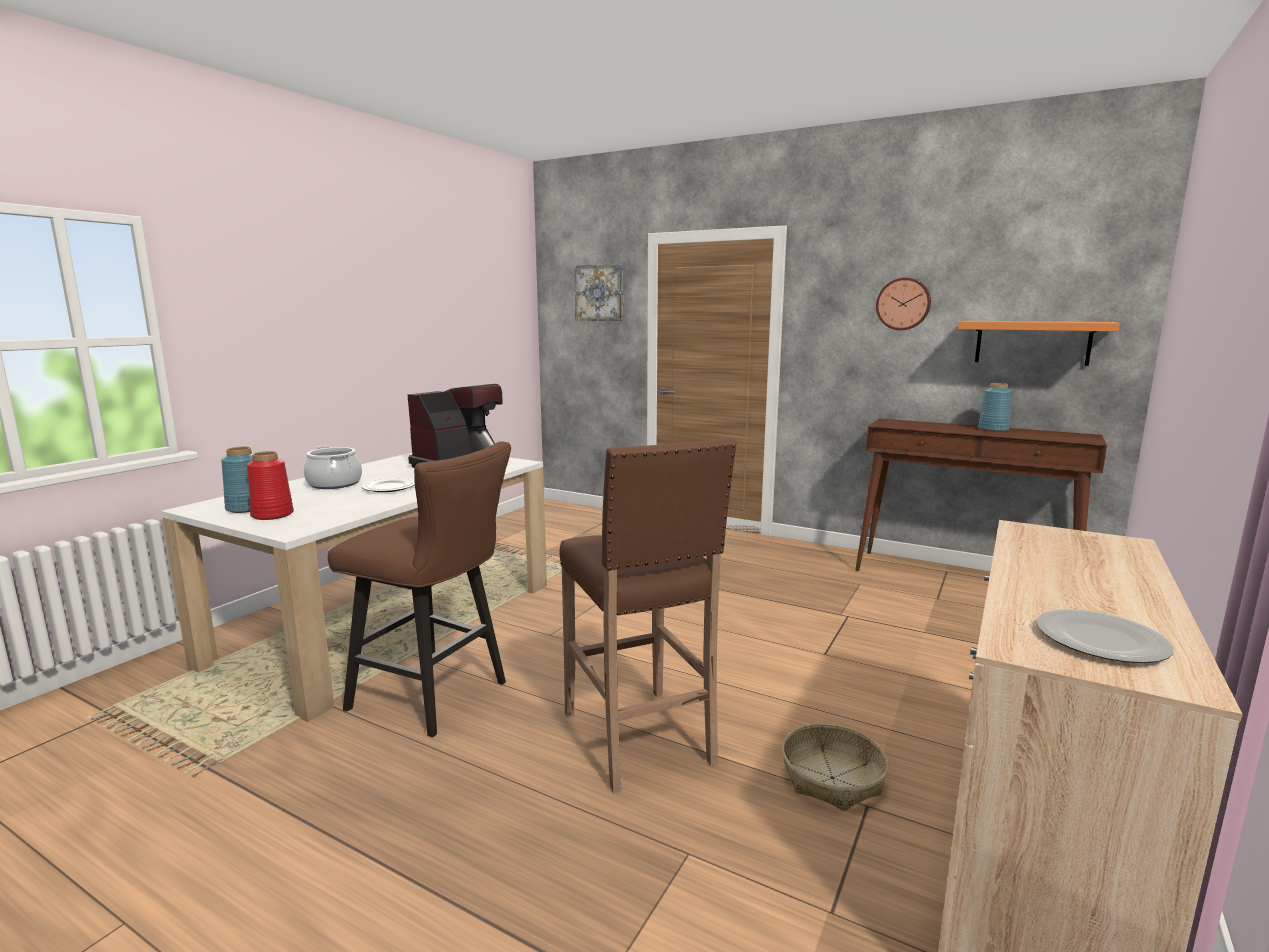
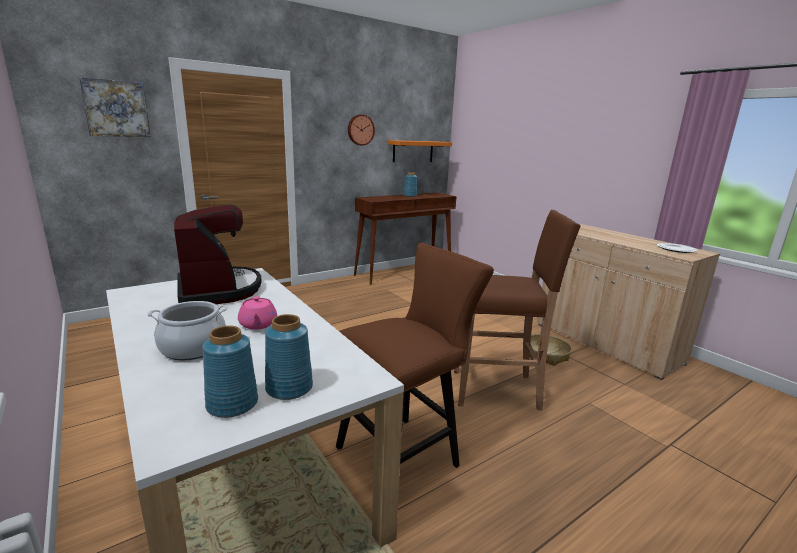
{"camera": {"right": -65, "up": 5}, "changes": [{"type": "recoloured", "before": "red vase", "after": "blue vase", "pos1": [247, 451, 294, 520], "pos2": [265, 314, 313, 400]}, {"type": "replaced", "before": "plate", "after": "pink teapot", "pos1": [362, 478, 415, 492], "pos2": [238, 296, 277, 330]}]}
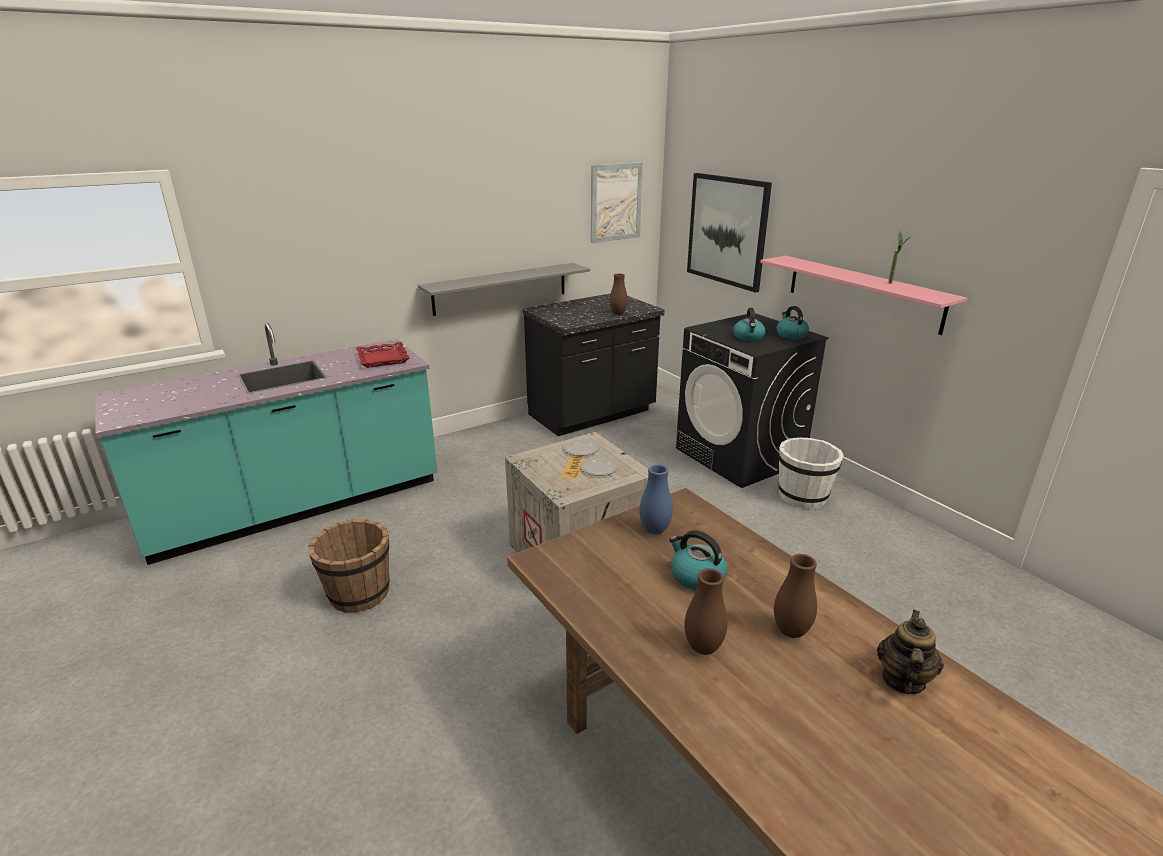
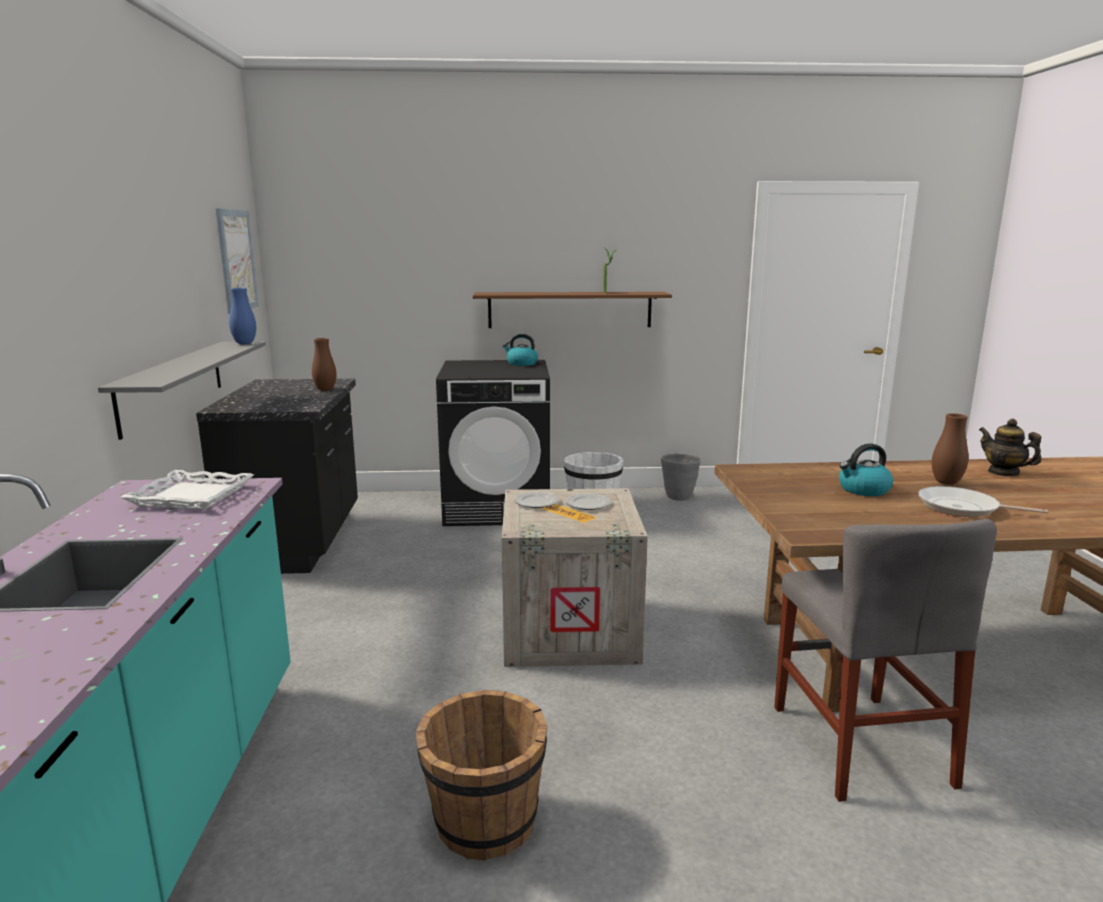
{"camera": {"right": -60, "up": -10}, "changes": [{"type": "recoloured", "before": "red tray", "after": "white tray", "pos1": [356, 342, 410, 368], "pos2": [120, 470, 254, 510]}, {"type": "moved", "before": "blue vase", "pos1": [639, 464, 673, 535], "pos2": [229, 288, 256, 344]}, {"type": "replaced", "before": "brown vase", "after": "frying pan", "pos1": [684, 568, 728, 655], "pos2": [918, 486, 1048, 517]}, {"type": "removed", "before": "picture", "pos1": [687, 173, 772, 293]}, {"type": "removed", "before": "kettle", "pos1": [733, 308, 765, 341]}, {"type": "recoloured", "before": "pink shelf", "after": "brown shelf", "pos1": [760, 256, 967, 335], "pos2": [473, 292, 672, 328]}, {"type": "added", "after": "grey planter", "pos2": [661, 453, 701, 501]}, {"type": "added", "after": "grey chair", "pos2": [774, 519, 997, 802]}]}
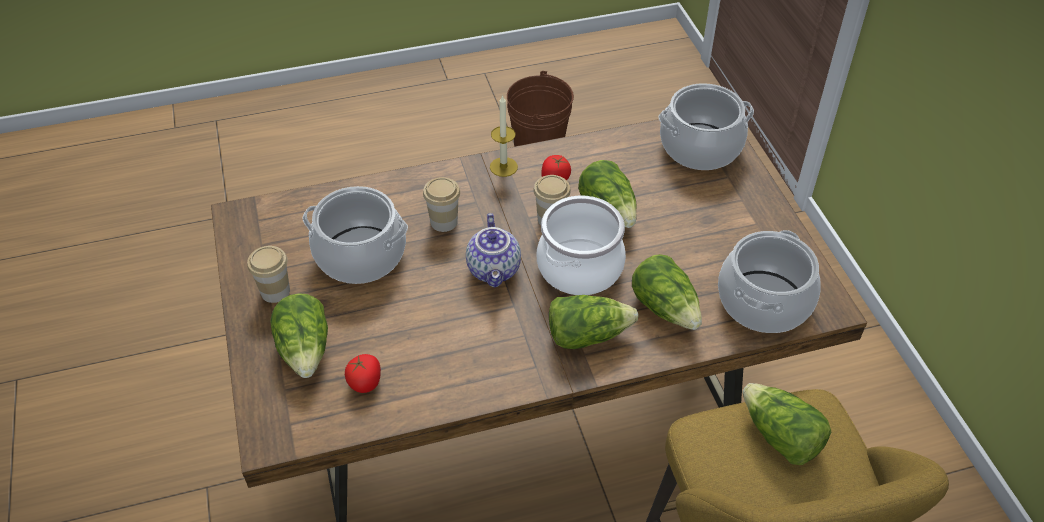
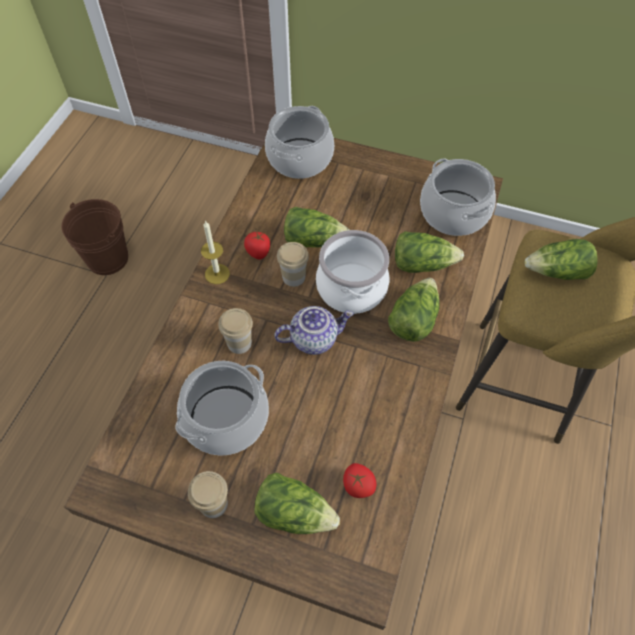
{"camera": {"right": -55, "up": 10}, "changes": [{"type": "turned", "before": "teapot", "pos1": [466, 213, 521, 287], "pos2": [274, 306, 354, 355], "turn": -45}]}
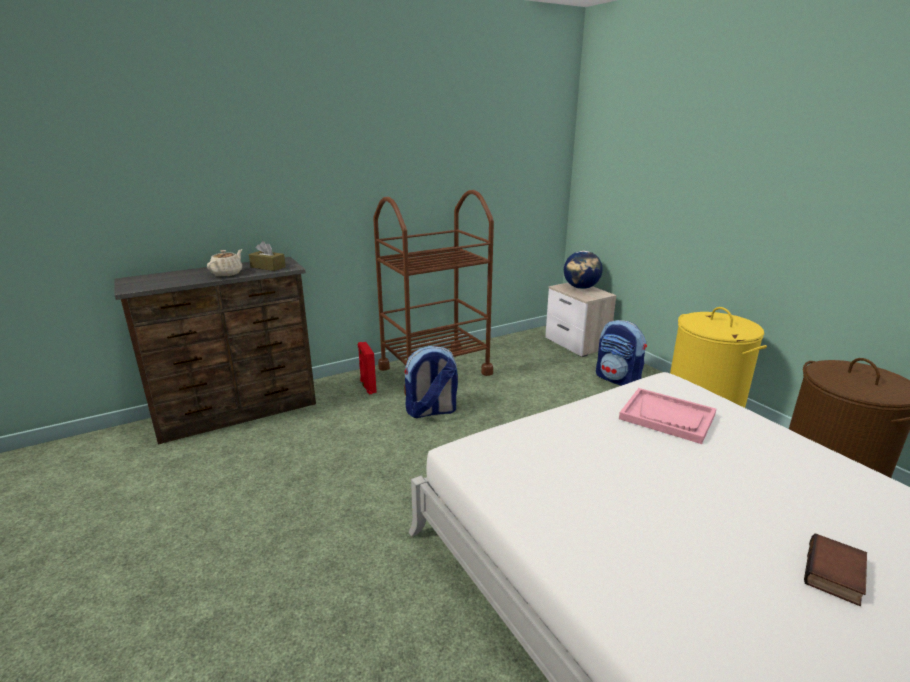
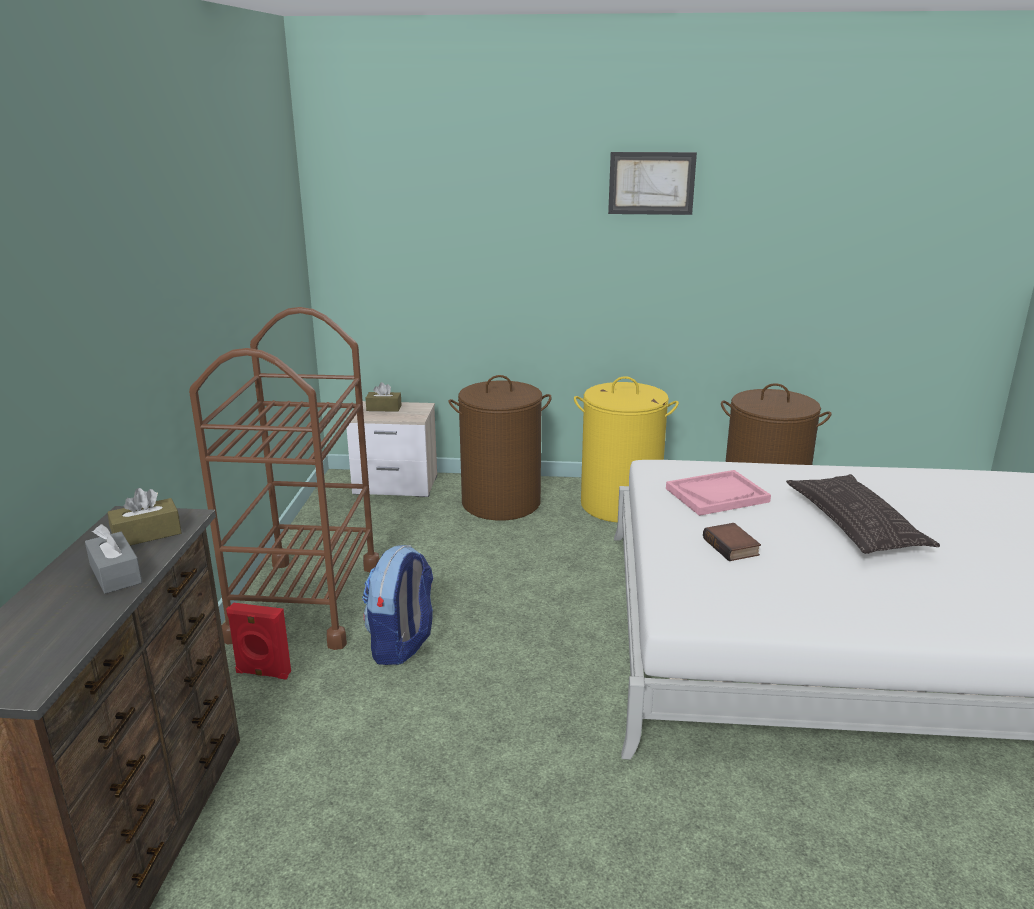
{"camera": {"right": -55, "up": 0}, "changes": [{"type": "replaced", "before": "beige teapot", "after": "grey tissue box", "pos1": [207, 249, 242, 277], "pos2": [85, 524, 142, 594]}, {"type": "replaced", "before": "globe", "after": "brown tissue box", "pos1": [564, 251, 603, 289], "pos2": [365, 382, 402, 412]}, {"type": "replaced", "before": "backpack", "after": "brown laundry basket", "pos1": [596, 320, 647, 386], "pos2": [448, 375, 552, 520]}, {"type": "moved", "before": "book", "pos1": [804, 533, 867, 606], "pos2": [703, 523, 761, 561]}, {"type": "added", "after": "picture", "pos2": [608, 152, 697, 215]}, {"type": "added", "after": "pillow", "pos2": [786, 474, 940, 554]}]}
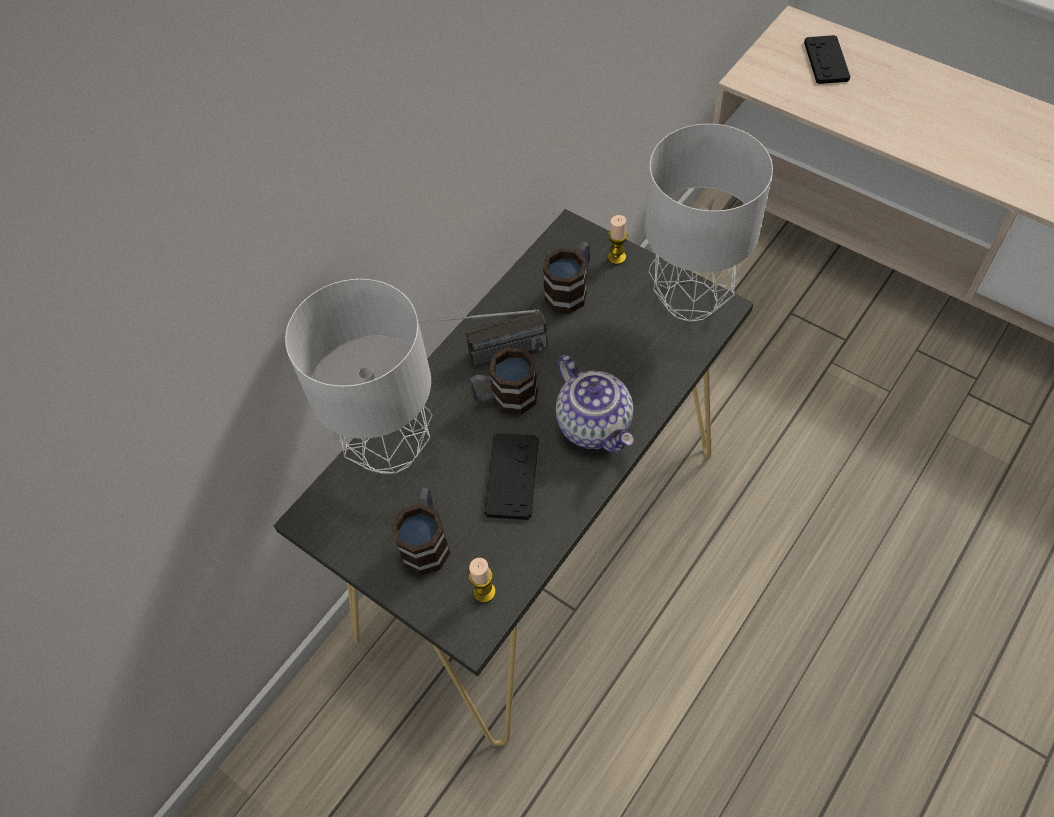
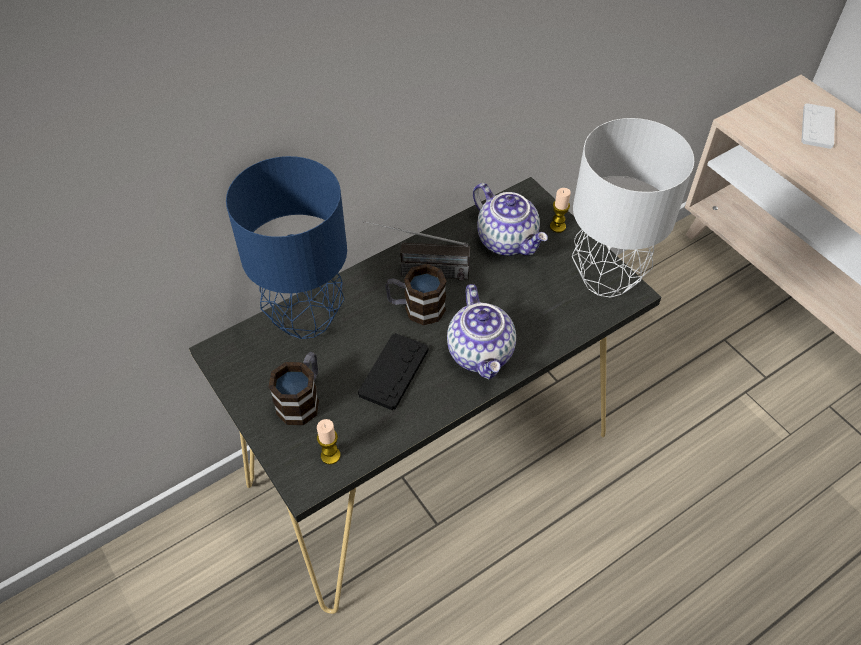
{"camera": {"right": 15, "up": -5}, "changes": [{"type": "recoloured", "before": "grey table lamp", "after": "blue table lamp", "pos1": [285, 279, 433, 474], "pos2": [226, 156, 347, 339]}, {"type": "replaced", "before": "mug", "after": "teapot", "pos1": [543, 242, 590, 313], "pos2": [473, 183, 548, 256]}, {"type": "recoloured", "before": "black game controller", "after": "white game controller", "pos1": [804, 35, 851, 84], "pos2": [801, 103, 835, 149]}]}
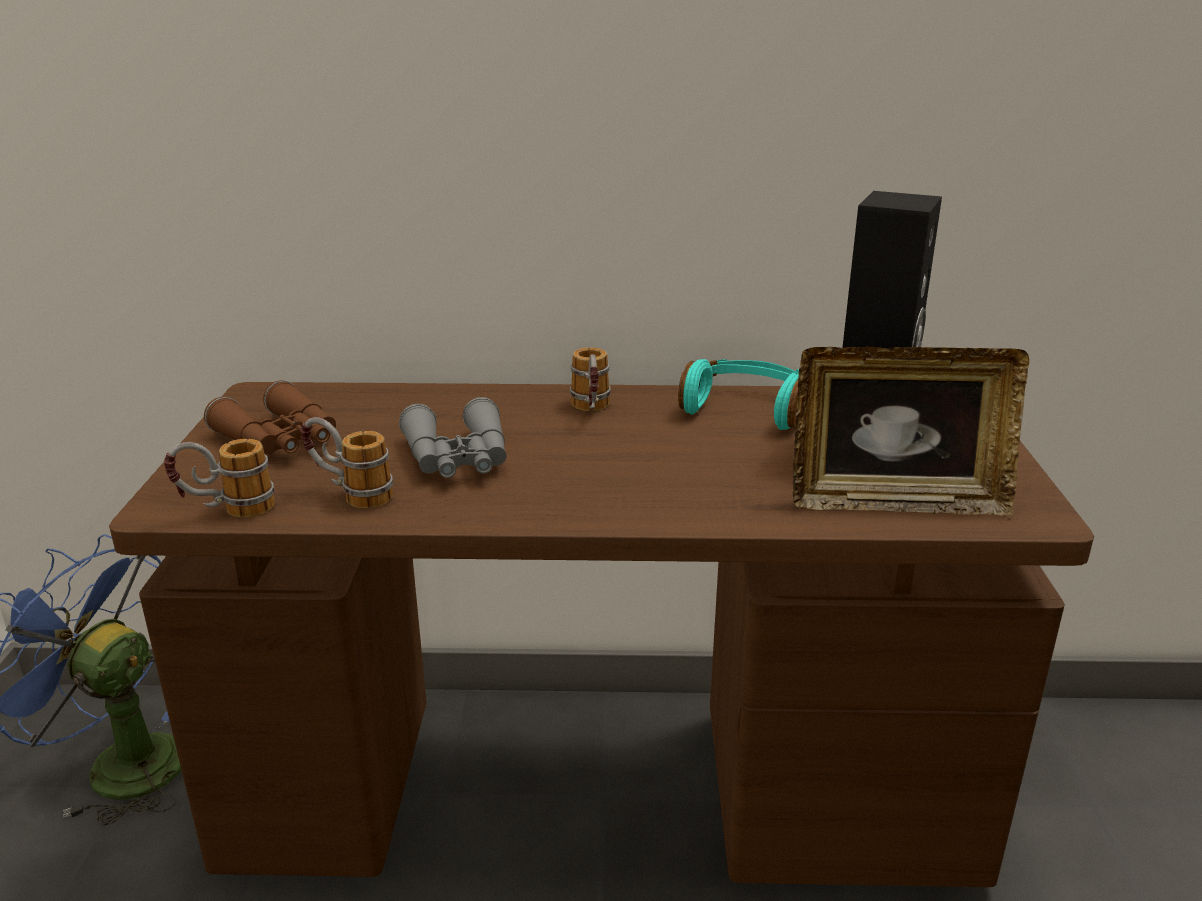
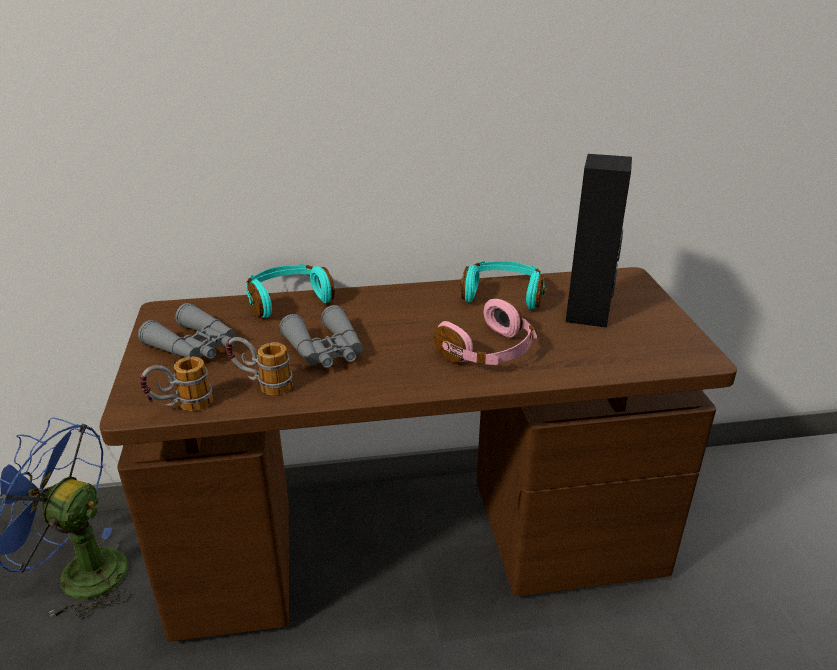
{"camera": {"right": -10, "up": 5}, "changes": [{"type": "recoloured", "before": "brown binoculars", "after": "grey binoculars", "pos1": [204, 380, 336, 454], "pos2": [138, 303, 236, 359]}, {"type": "removed", "before": "mug", "pos1": [570, 347, 611, 411]}, {"type": "removed", "before": "picture frame", "pos1": [792, 346, 1029, 516]}, {"type": "added", "after": "turquoise headphones", "pos2": [246, 264, 335, 318]}, {"type": "added", "after": "pink headphones", "pos2": [434, 299, 537, 365]}]}
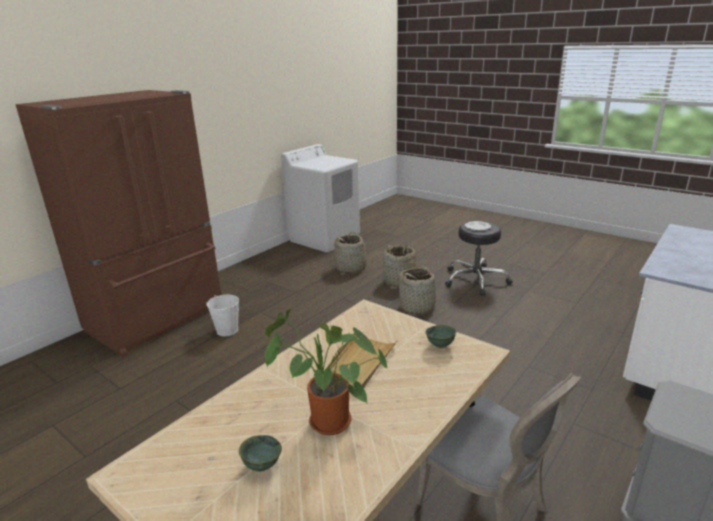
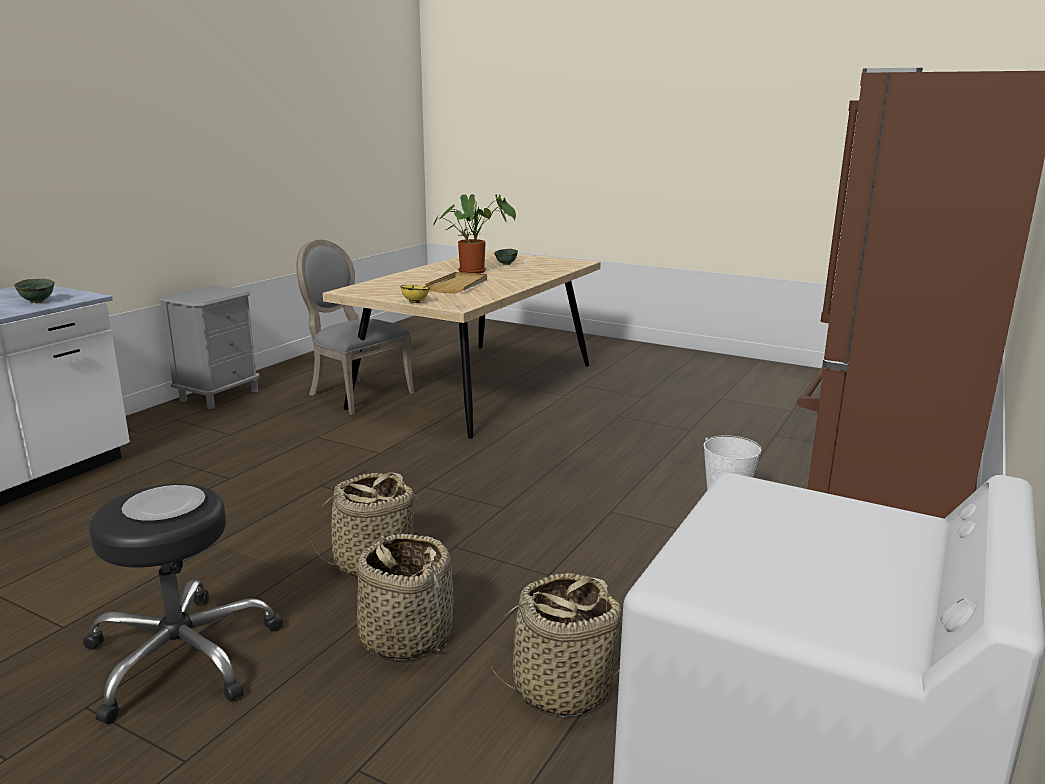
{"camera": {"right": 170, "up": -5}, "changes": [{"type": "moved", "before": "green bowl", "pos1": [426, 325, 456, 348], "pos2": [14, 279, 54, 303]}, {"type": "added", "after": "yellow bowl", "pos2": [400, 285, 430, 303]}]}
